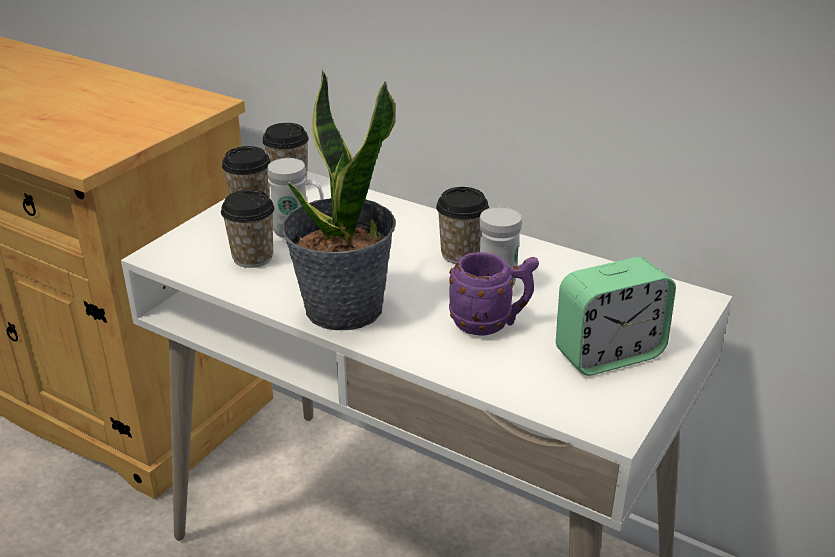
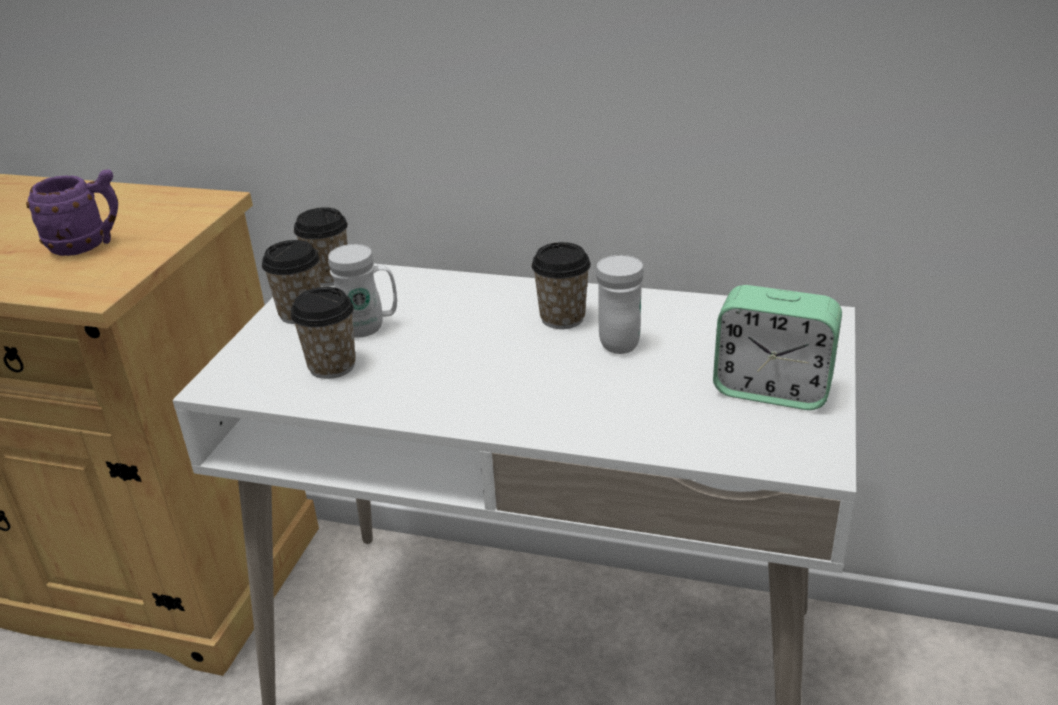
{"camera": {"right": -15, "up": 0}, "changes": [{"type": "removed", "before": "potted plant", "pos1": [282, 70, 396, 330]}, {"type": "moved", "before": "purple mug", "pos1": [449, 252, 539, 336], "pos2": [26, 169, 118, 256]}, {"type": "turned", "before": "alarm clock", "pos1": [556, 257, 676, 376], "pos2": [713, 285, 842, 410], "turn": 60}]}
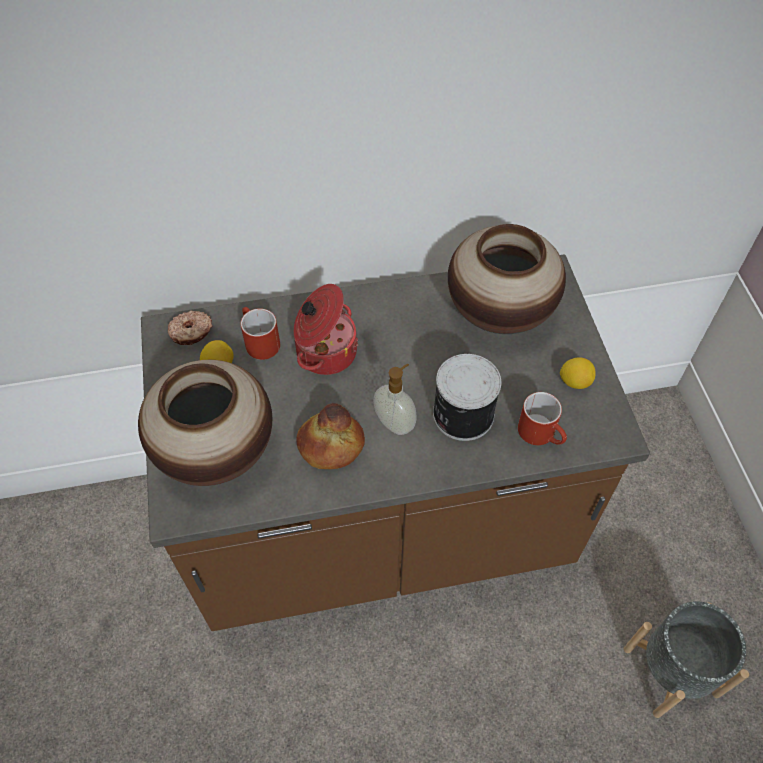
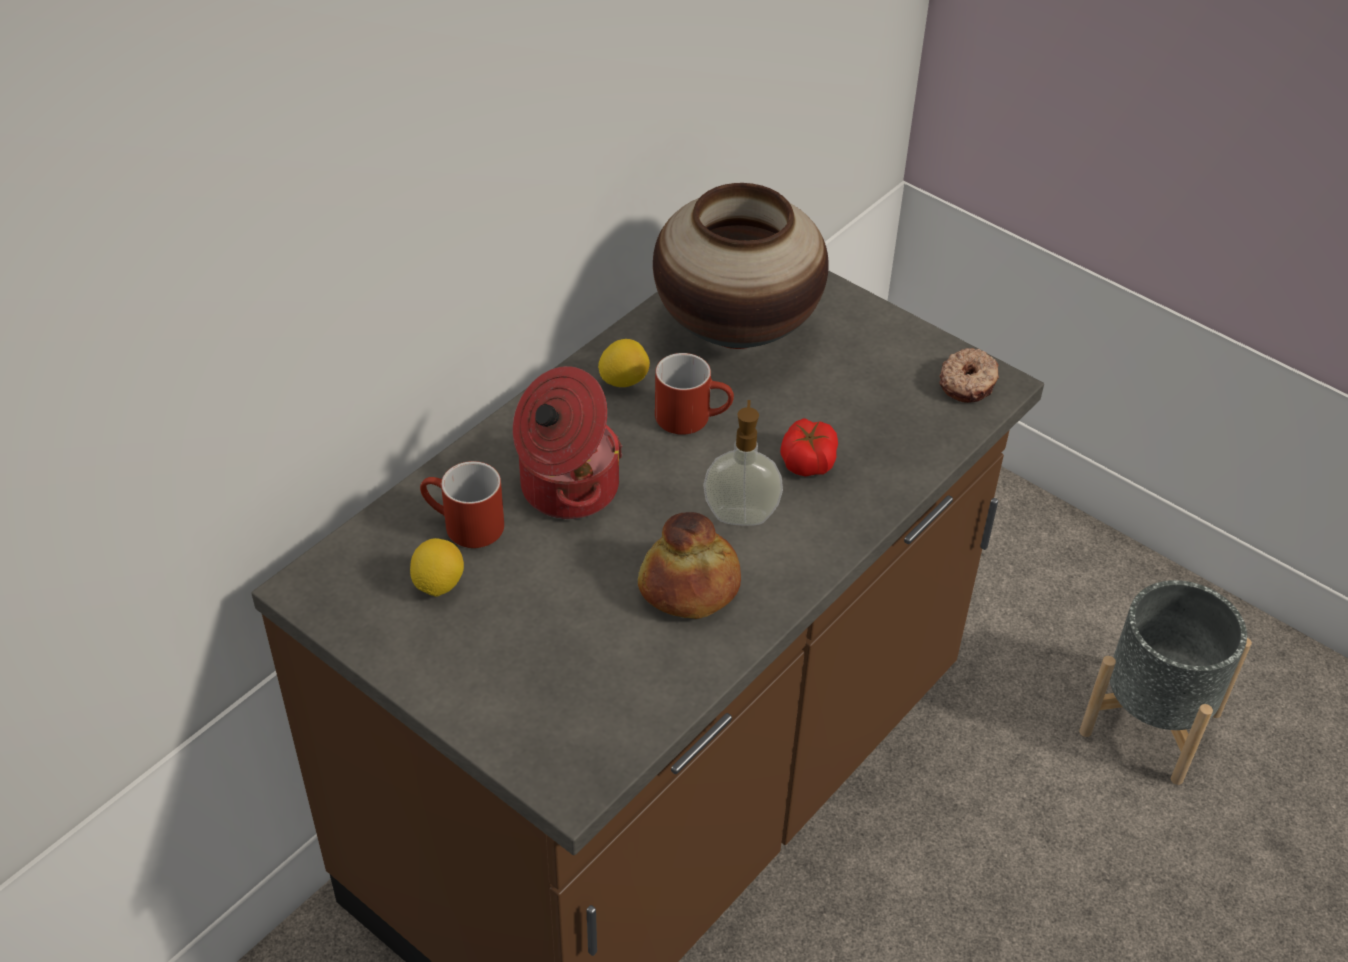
{"camera": {"right": -40, "up": -10}, "changes": [{"type": "removed", "before": "vase", "pos1": [138, 360, 272, 486]}, {"type": "moved", "before": "donut", "pos1": [168, 311, 212, 345], "pos2": [939, 348, 999, 403]}, {"type": "replaced", "before": "can", "after": "tomato", "pos1": [433, 354, 501, 441], "pos2": [780, 418, 838, 477]}, {"type": "moved", "before": "red mug", "pos1": [518, 392, 567, 445], "pos2": [655, 353, 734, 435]}, {"type": "moved", "before": "lemon", "pos1": [560, 357, 596, 389], "pos2": [598, 339, 650, 387]}]}
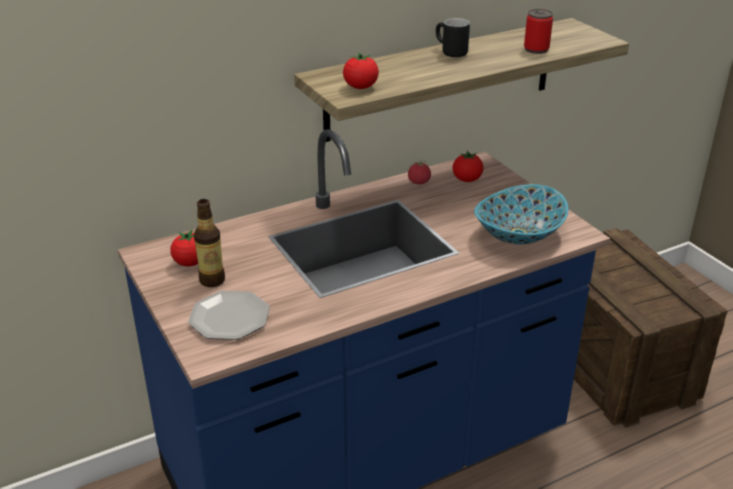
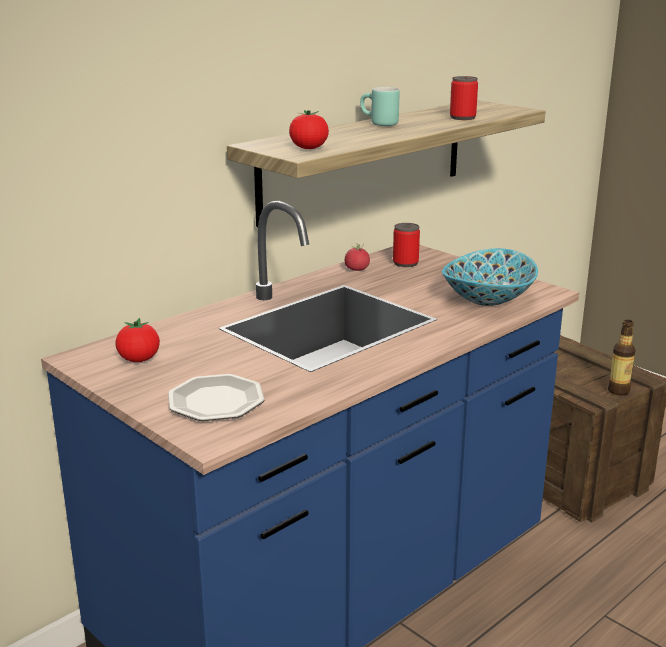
{"camera": {"right": -15, "up": -10}, "changes": [{"type": "moved", "before": "bottle", "pos1": [194, 199, 225, 287], "pos2": [608, 320, 636, 396]}, {"type": "recoloured", "before": "black mug", "after": "turquoise mug", "pos1": [436, 18, 470, 57], "pos2": [360, 87, 400, 126]}, {"type": "replaced", "before": "tomato", "after": "can", "pos1": [453, 150, 484, 182], "pos2": [393, 223, 420, 267]}]}
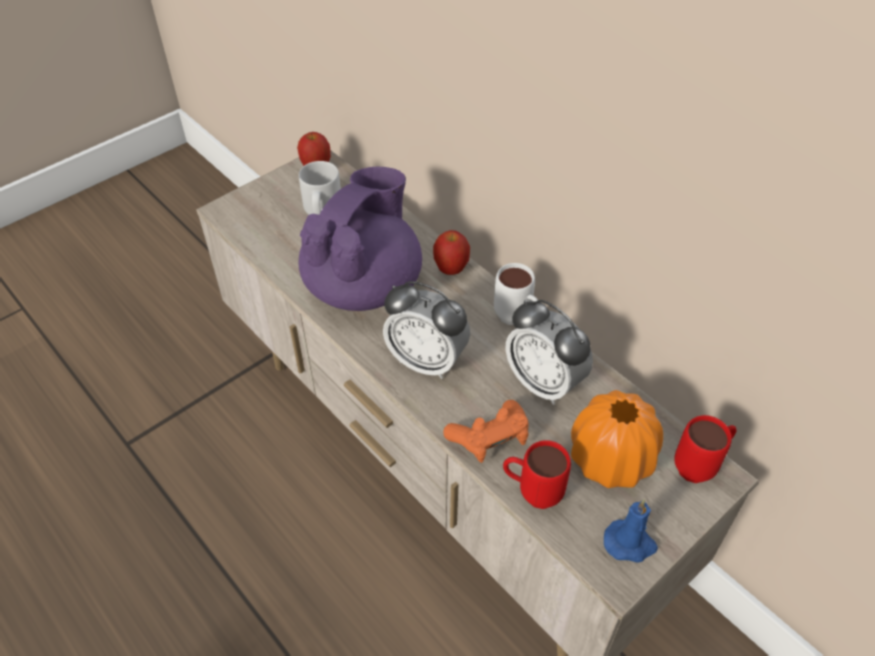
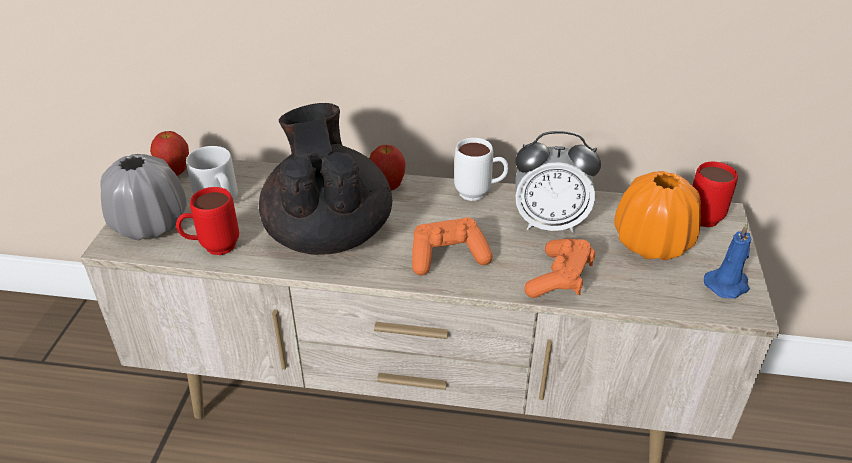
{"camera": {"right": -40, "up": -10}, "changes": [{"type": "recoloured", "before": "purple teapot", "after": "black teapot", "pos1": [298, 167, 422, 311], "pos2": [259, 103, 392, 255]}, {"type": "replaced", "before": "alarm clock", "after": "orange game controller", "pos1": [383, 281, 470, 379], "pos2": [412, 217, 493, 276]}, {"type": "moved", "before": "red mug", "pos1": [503, 440, 571, 509], "pos2": [176, 187, 239, 255]}, {"type": "added", "after": "grey vase", "pos2": [101, 154, 187, 240]}]}
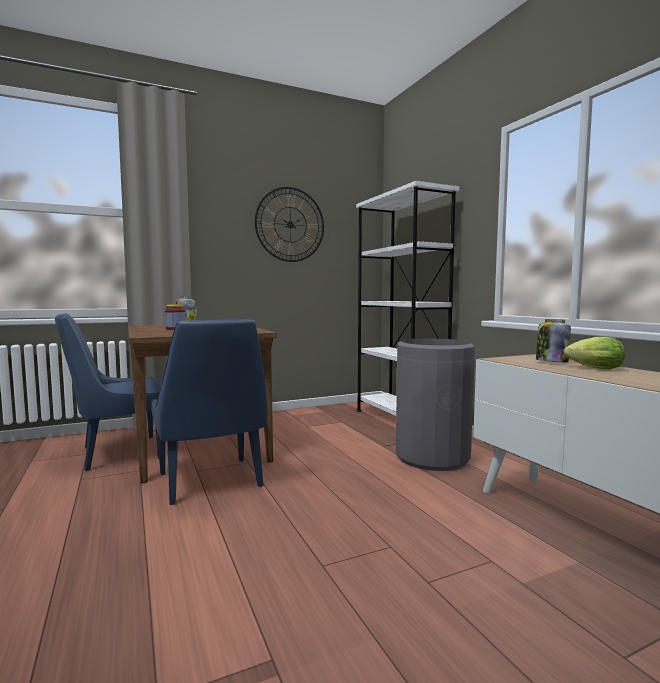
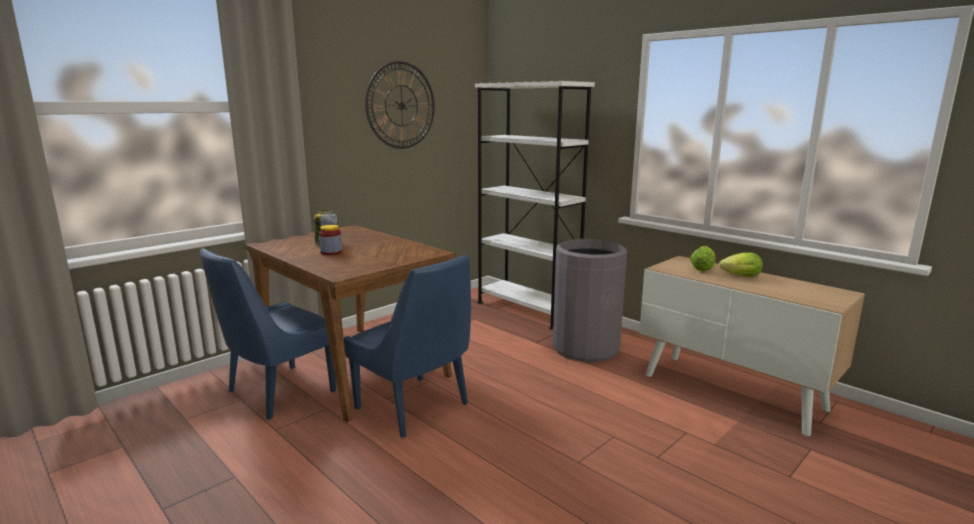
{"camera": {"right": -20, "up": 10}, "changes": [{"type": "replaced", "before": "jar", "after": "lettuce", "pos1": [536, 319, 571, 362], "pos2": [690, 246, 715, 271]}]}
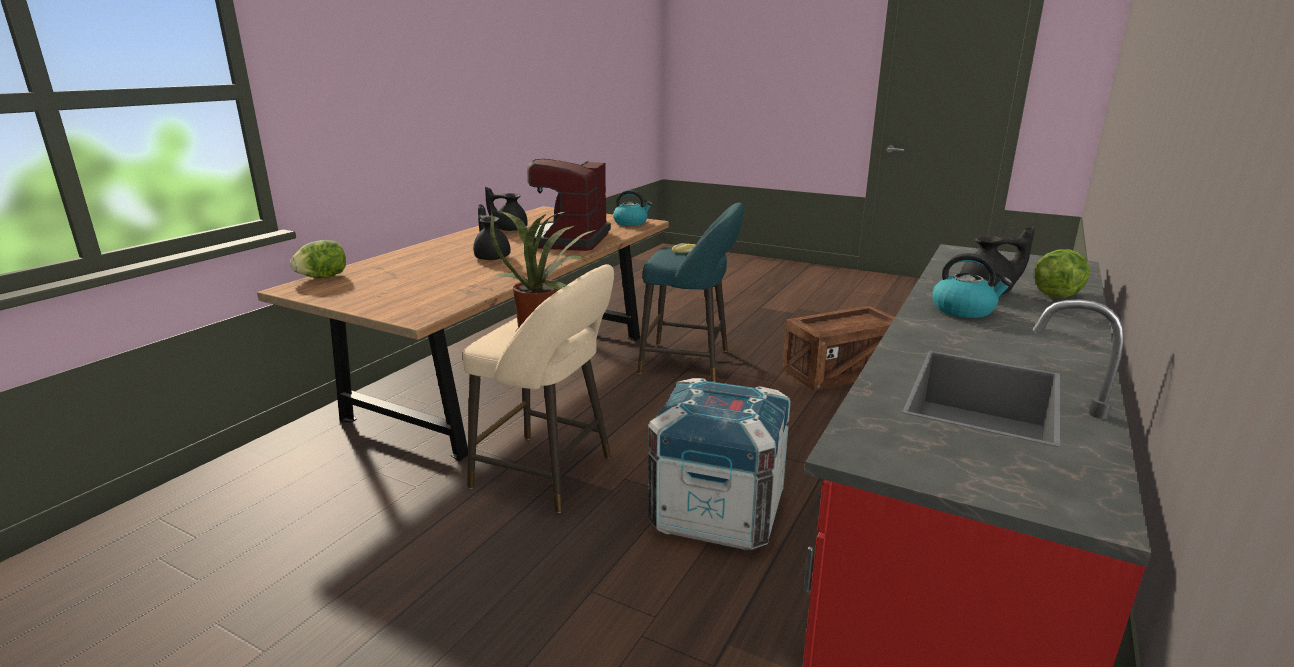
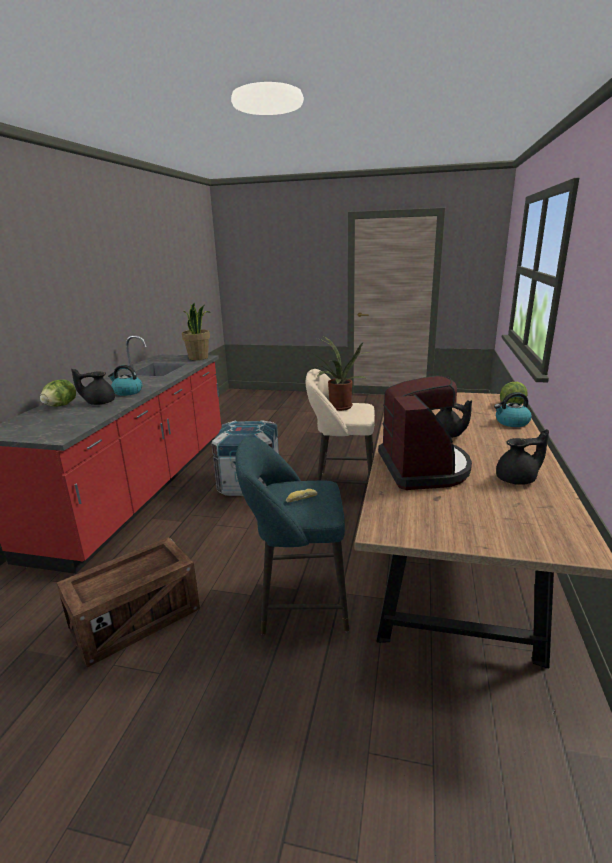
{"camera": {"right": 165, "up": 0}, "changes": [{"type": "moved", "before": "kettle", "pos1": [613, 190, 653, 226], "pos2": [494, 392, 532, 427]}, {"type": "added", "after": "potted plant", "pos2": [182, 303, 211, 360]}]}
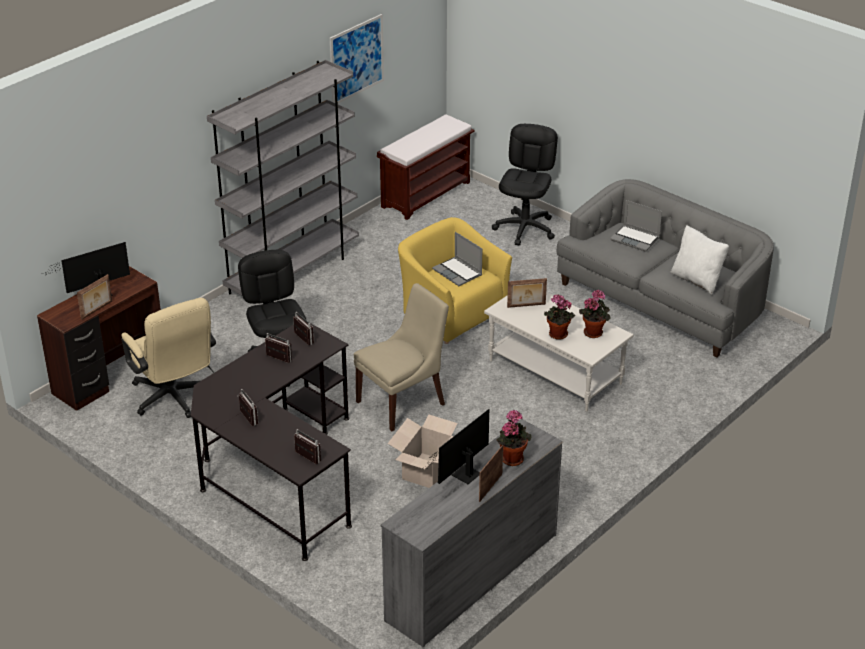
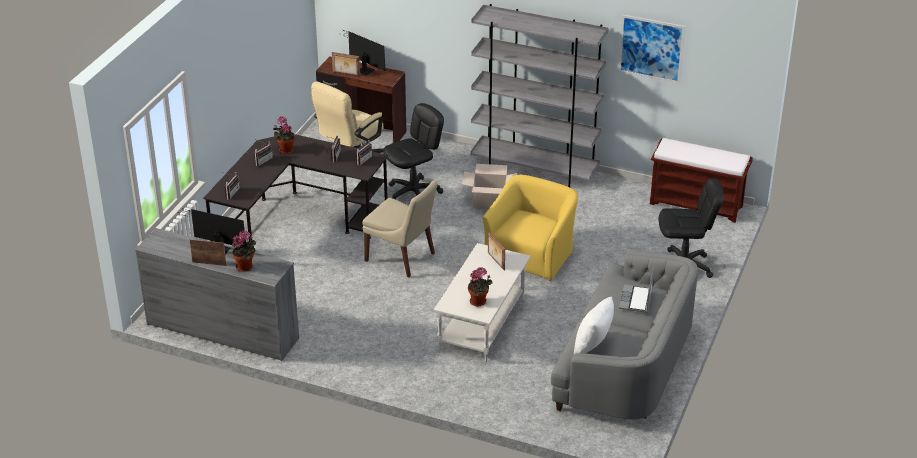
{"camera": {"right": 70, "up": 0}, "changes": [{"type": "moved", "before": "cardboard box", "pos1": [388, 414, 458, 488], "pos2": [462, 164, 517, 209]}, {"type": "removed", "before": "laptop", "pos1": [432, 232, 482, 286]}, {"type": "moved", "before": "potted plant", "pos1": [544, 294, 575, 340], "pos2": [273, 116, 295, 154]}]}
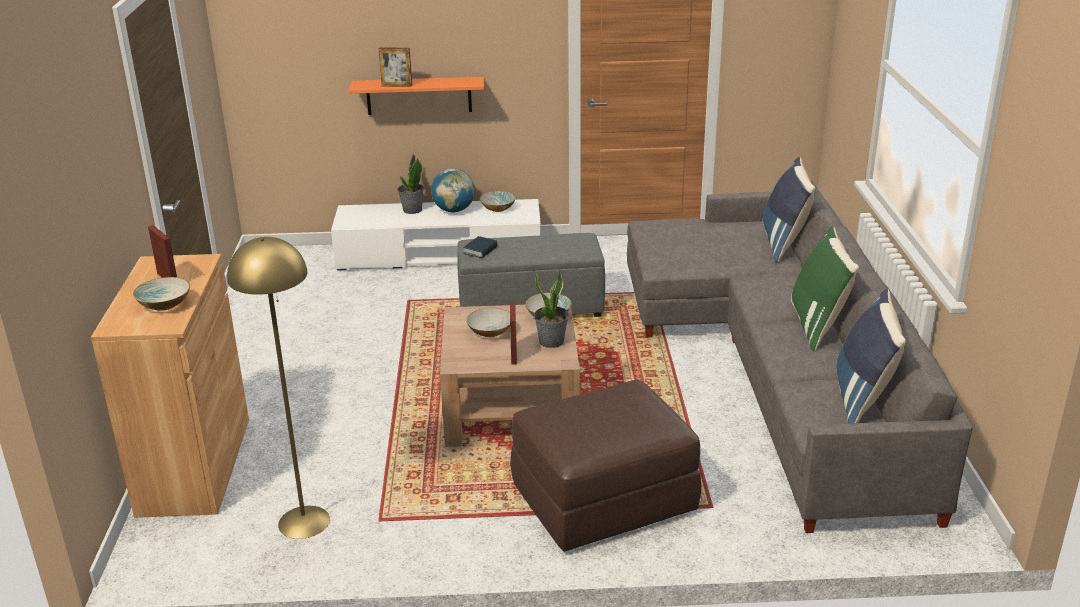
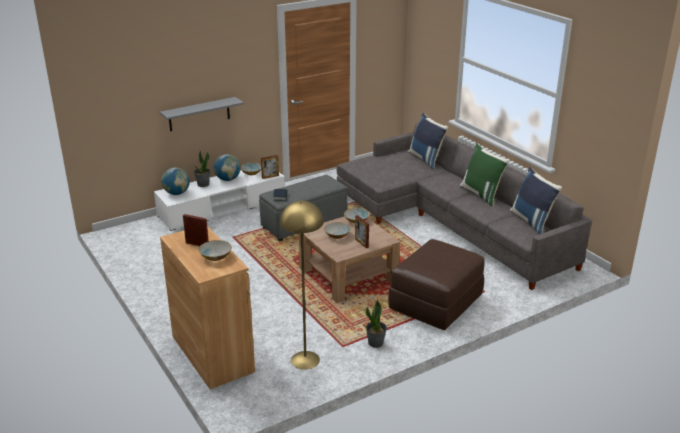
{"camera": {"right": -30, "up": 0}, "changes": [{"type": "recoloured", "before": "orange shelf", "after": "grey shelf", "pos1": [348, 77, 484, 115], "pos2": [160, 97, 244, 131]}, {"type": "moved", "before": "picture frame", "pos1": [379, 48, 412, 87], "pos2": [261, 155, 279, 179]}, {"type": "moved", "before": "potted plant", "pos1": [534, 269, 569, 348], "pos2": [366, 300, 387, 348]}, {"type": "added", "after": "globe", "pos2": [161, 167, 190, 195]}]}
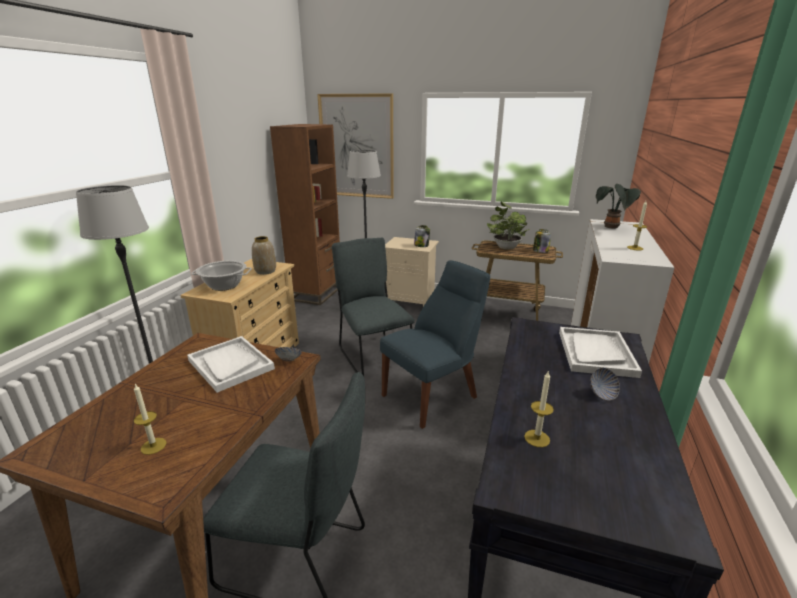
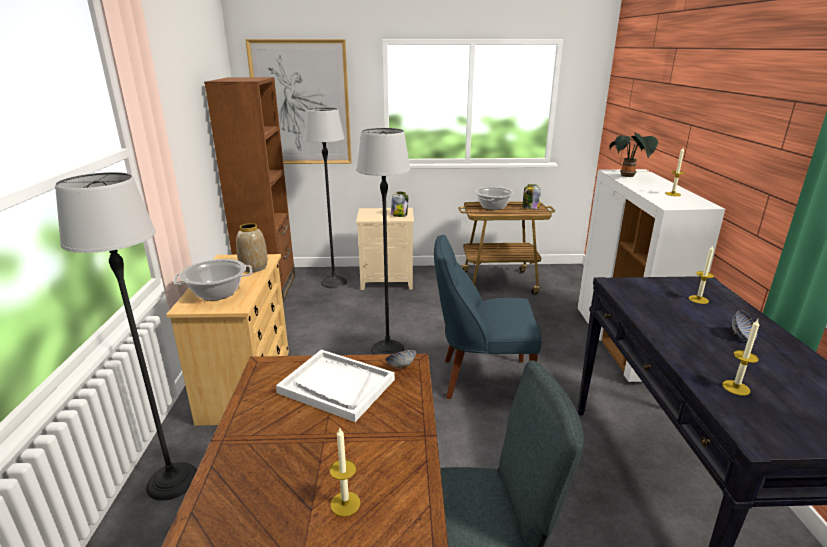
{"camera": {"right": -20, "up": 0}, "changes": [{"type": "replaced", "before": "grey chair", "after": "floor lamp", "pos1": [332, 238, 415, 376], "pos2": [356, 128, 411, 354]}, {"type": "turned", "before": "blue chair", "pos1": [380, 260, 490, 429], "pos2": [434, 235, 542, 399], "turn": -120}, {"type": "replaced", "before": "potted plant", "after": "cooking pot", "pos1": [487, 202, 529, 250], "pos2": [474, 187, 514, 210]}, {"type": "replaced", "before": "white tray", "after": "candle", "pos1": [559, 327, 642, 378], "pos2": [689, 245, 714, 304]}]}
